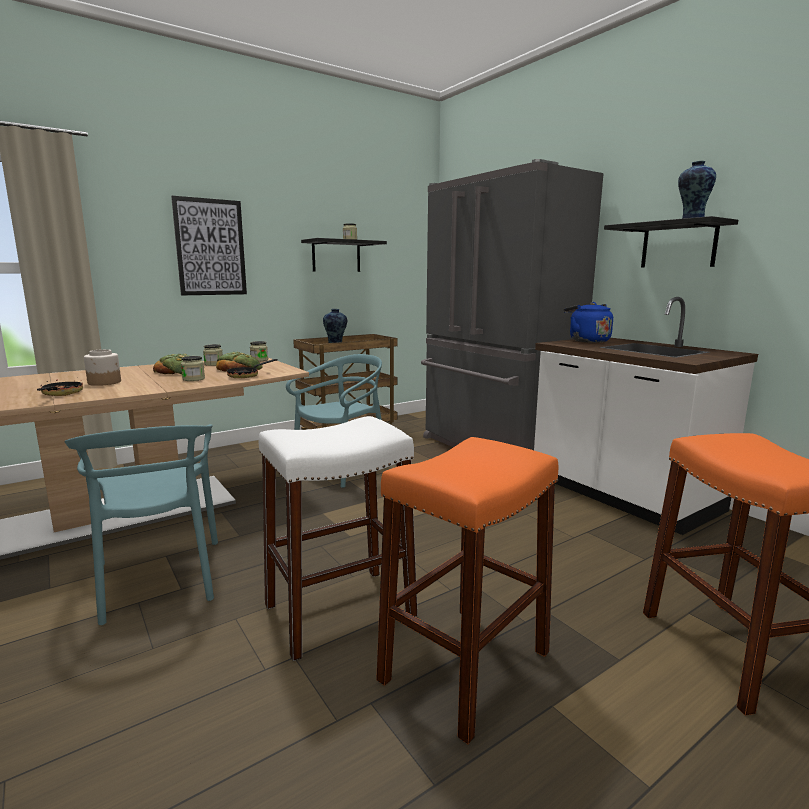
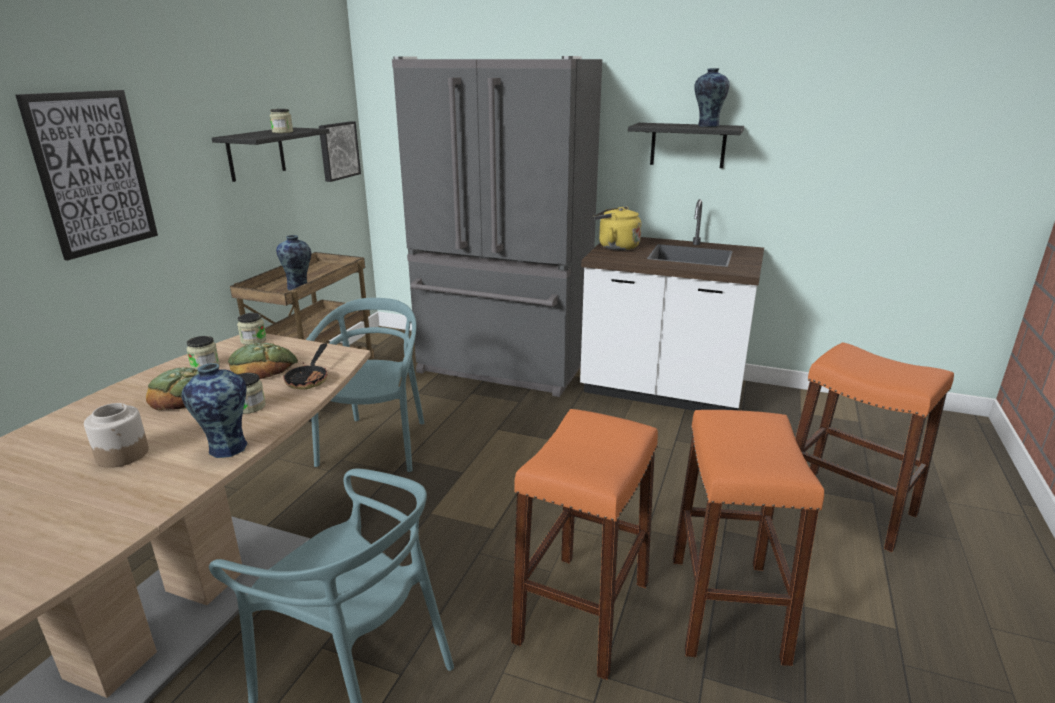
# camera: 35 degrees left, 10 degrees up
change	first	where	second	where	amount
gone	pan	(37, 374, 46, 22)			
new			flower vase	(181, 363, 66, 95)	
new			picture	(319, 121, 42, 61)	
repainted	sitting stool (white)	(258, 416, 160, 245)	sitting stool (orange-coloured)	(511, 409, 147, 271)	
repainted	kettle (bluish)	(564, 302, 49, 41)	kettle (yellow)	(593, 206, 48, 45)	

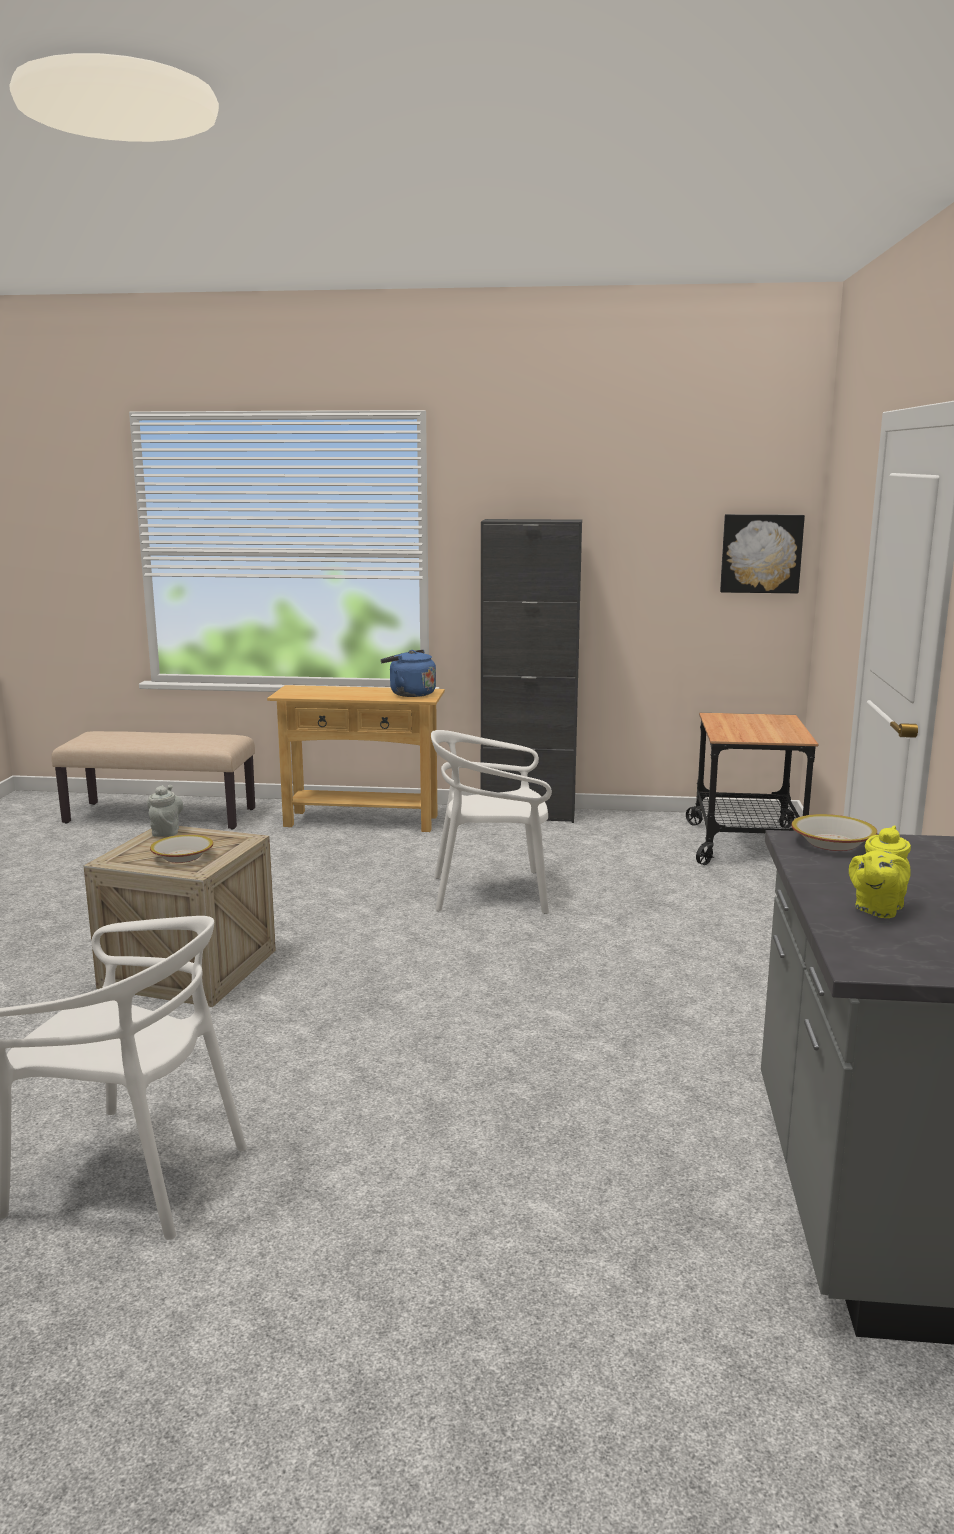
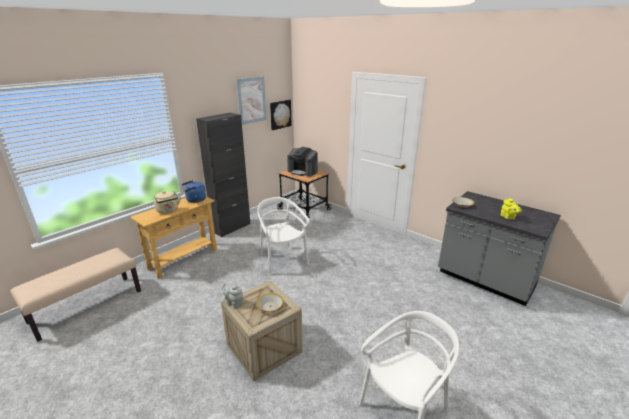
# camera: 55 degrees left, 10 degrees up
change	first	where	second	where	amount
new			kettle (beige-coloured)	(154, 191, 27, 23)	
new			picture	(236, 76, 30, 49)	
new			coffee brewer	(287, 147, 31, 30)	
rotated	plain chair (white)	(431, 730, 121, 184)		(257, 197, 53, 78)	120 degrees clockwise

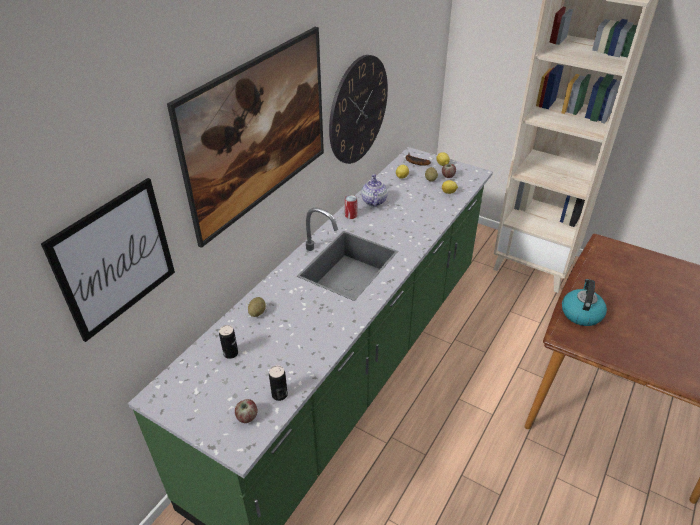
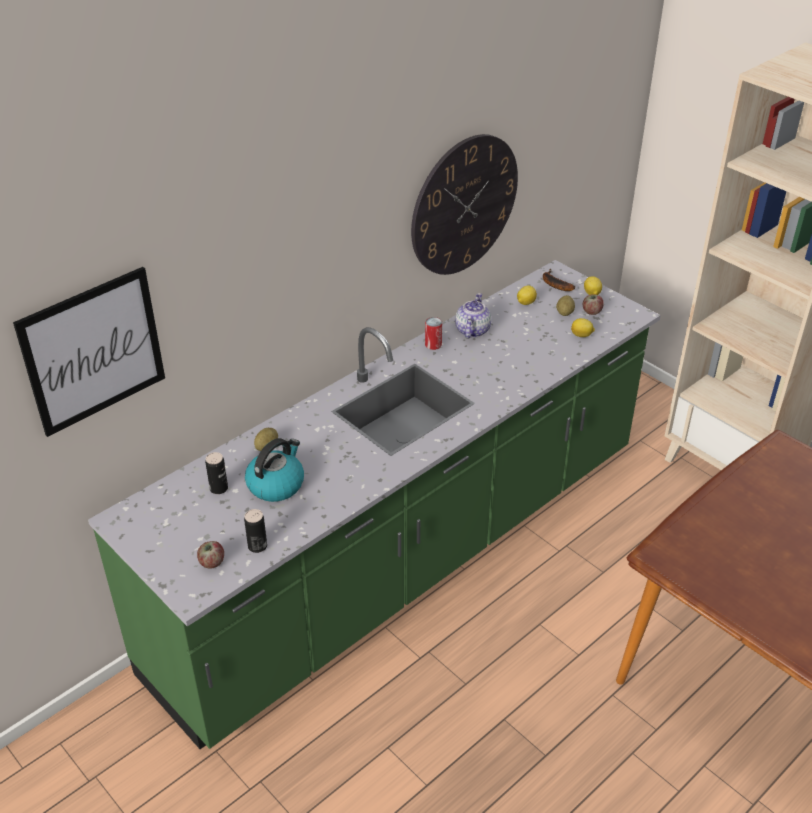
# camera: 15 degrees right, 0 degrees up
change	first	where	second	where	amount
gone	picture	(167, 27, 157, 221)			
shifted	kettle	(562, 279, 45, 47)		(245, 438, 59, 64)	

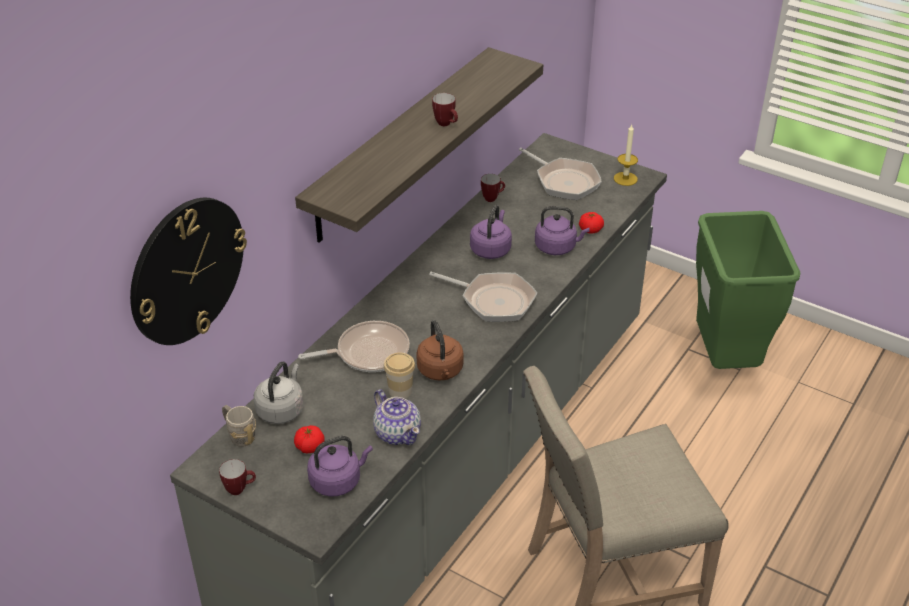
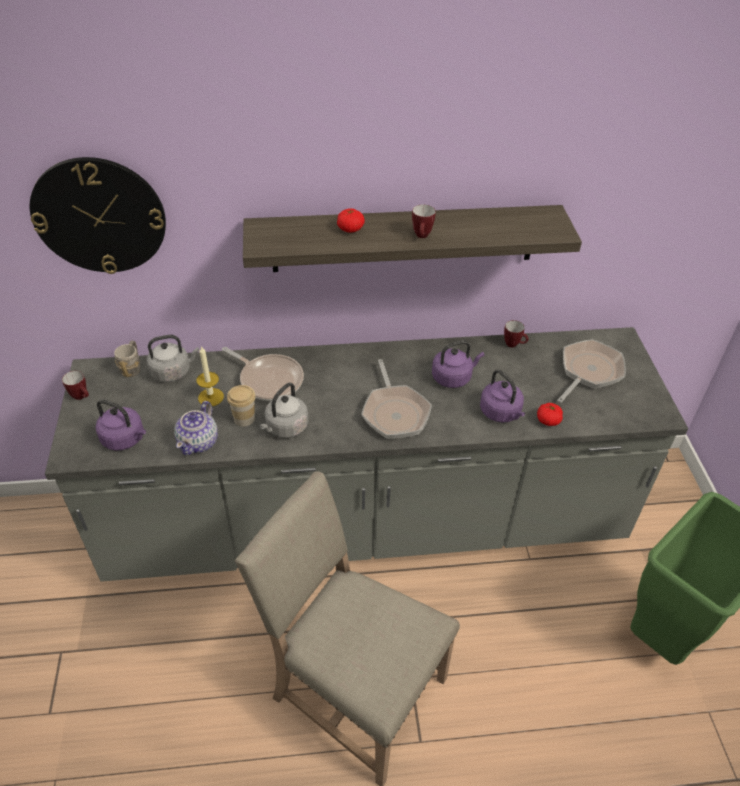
# camera: 50 degrees right, 5 degrees up
change	first	where	second	where	amount
shifted	whole tomato	(294, 425, 30, 28)		(337, 209, 28, 24)	
shifted	candle	(614, 125, 24, 61)		(197, 346, 27, 61)	
repainted	kettle (brown-coloured)	(416, 320, 48, 61)	kettle (greyish)	(259, 383, 50, 55)	
rotated	pan	(519, 148, 83, 52)		(557, 339, 69, 64)	150 degrees counterclockwise

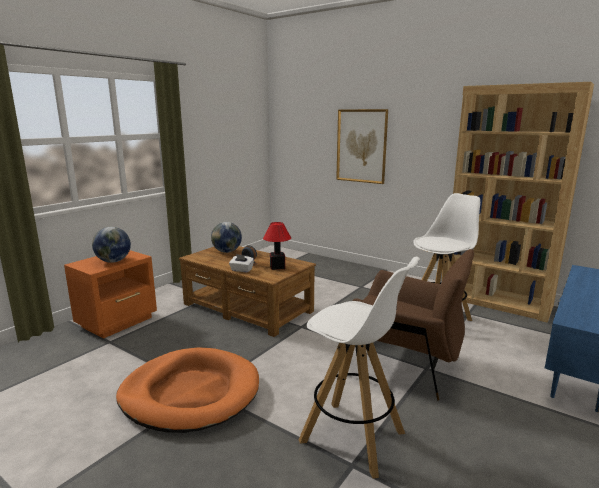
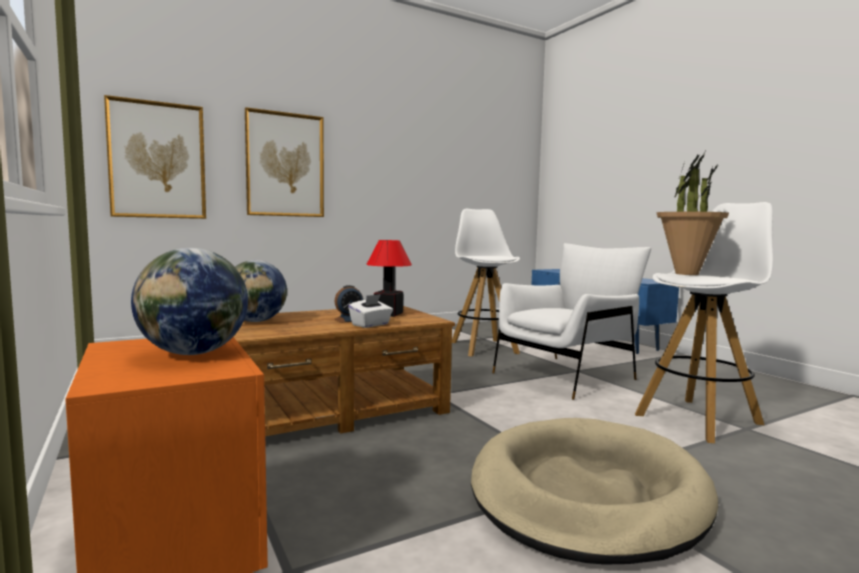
# camera: 65 degrees left, 10 degrees down
change	first	where	second	where	amount
gone	bookcase (brown-coloured)	(447, 82, 147, 241)			
new			picture	(104, 95, 102, 124)	
new			potted plant	(656, 152, 73, 123)	
repainted	dog cushion (orange-coloured)	(116, 347, 143, 86)	dog cushion (beige-coloured)	(471, 418, 247, 147)	
repainted	armchair (brown-coloured)	(352, 249, 122, 152)	armchair (white)	(492, 243, 159, 157)	

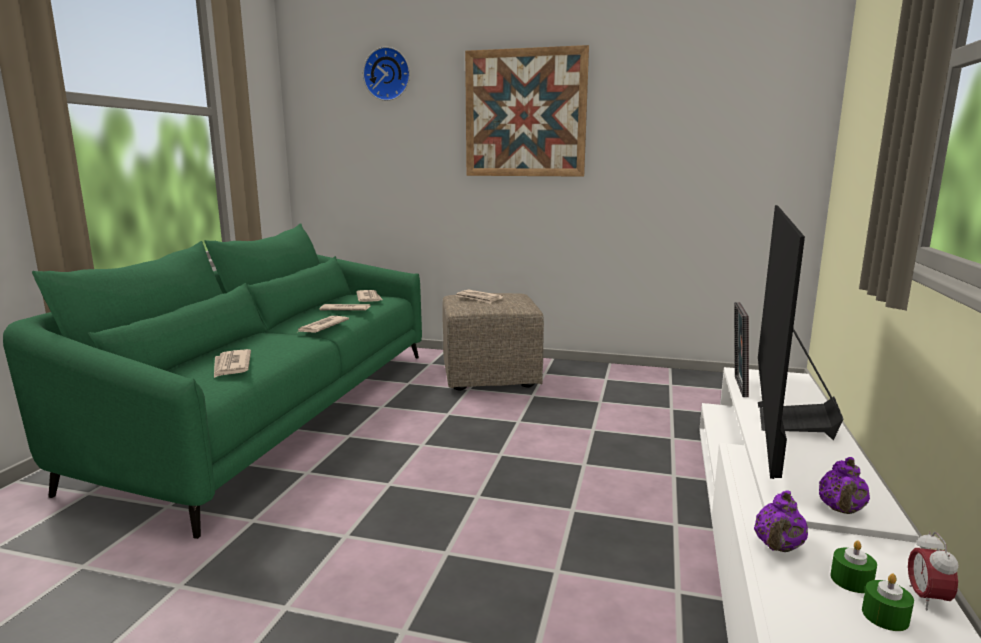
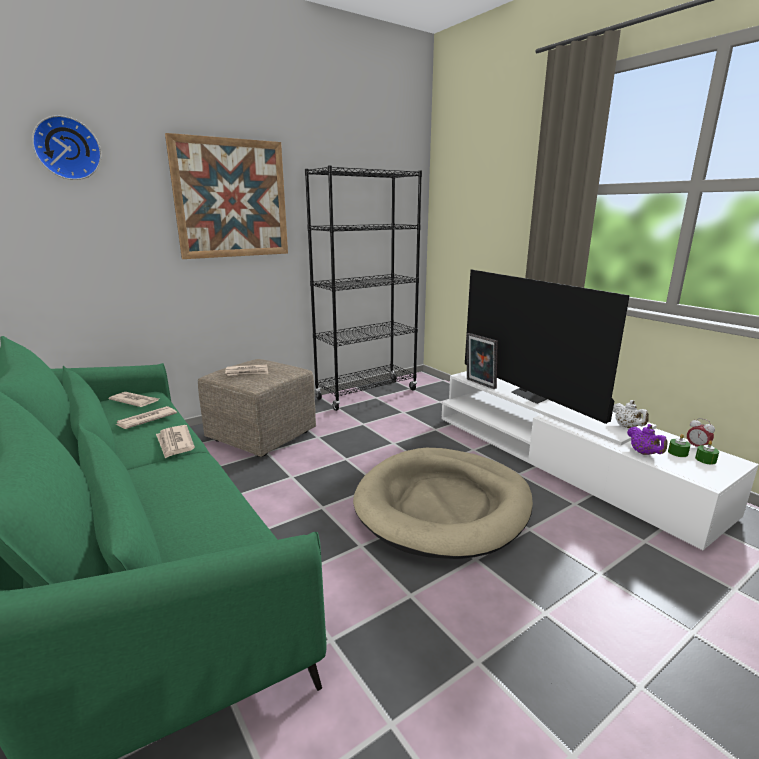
# camera: 50 degrees left, 5 degrees up
change	first	where	second	where	amount
gone	daily paper	(214, 349, 37, 29)			
new			bookcase (black)	(305, 166, 117, 245)	
new			dog cushion (beige-coloured)	(353, 448, 180, 111)	
repainted	pot for tea (purple-coloured)	(819, 457, 51, 57)	pot for tea (white)	(613, 400, 36, 28)	

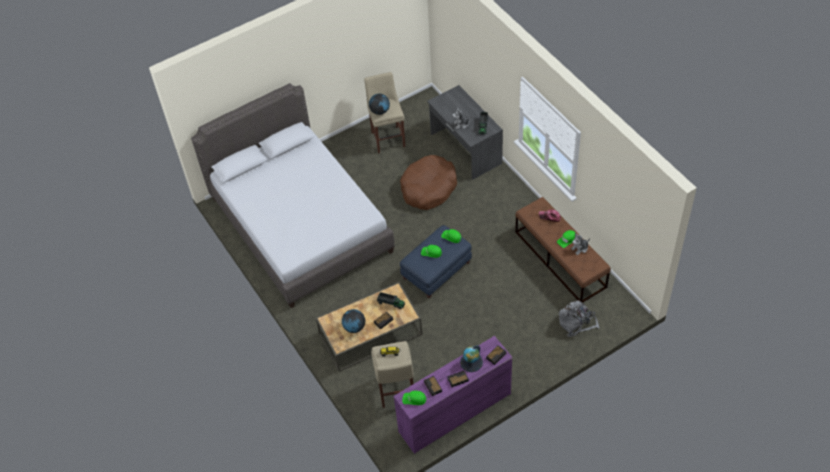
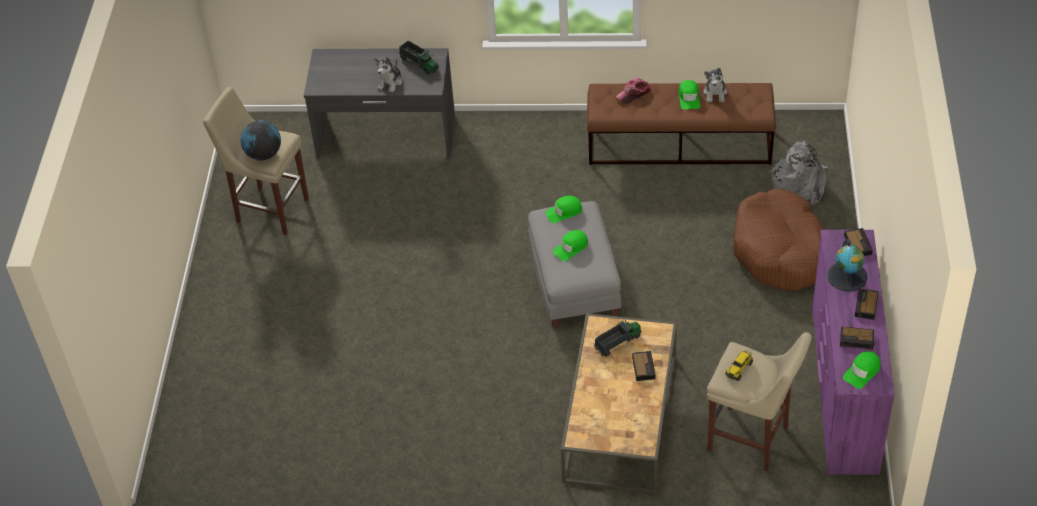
# camera: 55 degrees left, 5 degrees down
change	first	where	second	where	amount
gone	bed (greyish)	(191, 83, 204, 225)			
gone	desk globe	(342, 309, 23, 24)			
shifted	dog cushion (brown-coloured)	(400, 155, 57, 55)		(733, 189, 92, 102)	
repainted	ottoman (bluish)	(400, 225, 72, 73)	ottoman (greyish)	(528, 201, 93, 126)	

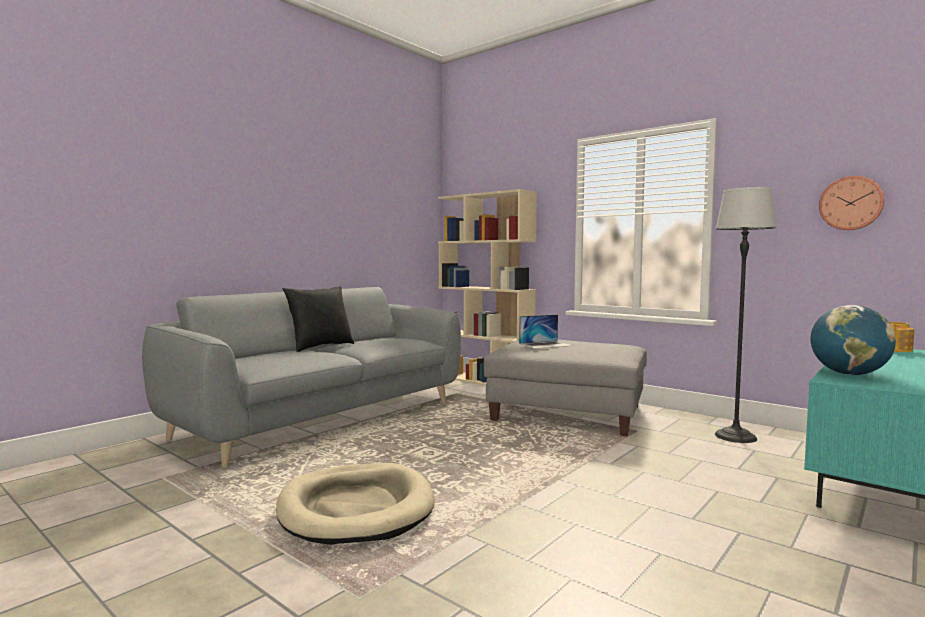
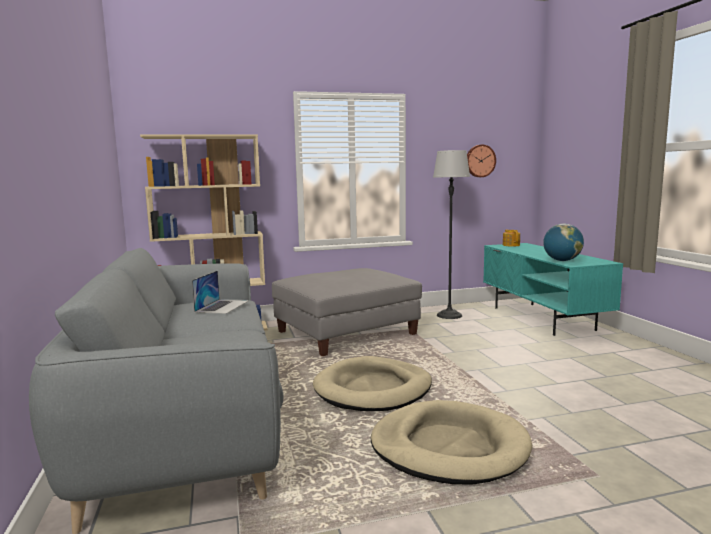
# camera: 55 degrees left, 5 degrees up
change	first	where	second	where	amount
gone	pillow (black)	(283, 286, 71, 66)			
new			dog cushion (beige-coloured)	(313, 356, 119, 55)	
shifted	notebook computer	(519, 315, 54, 34)		(192, 271, 56, 43)	

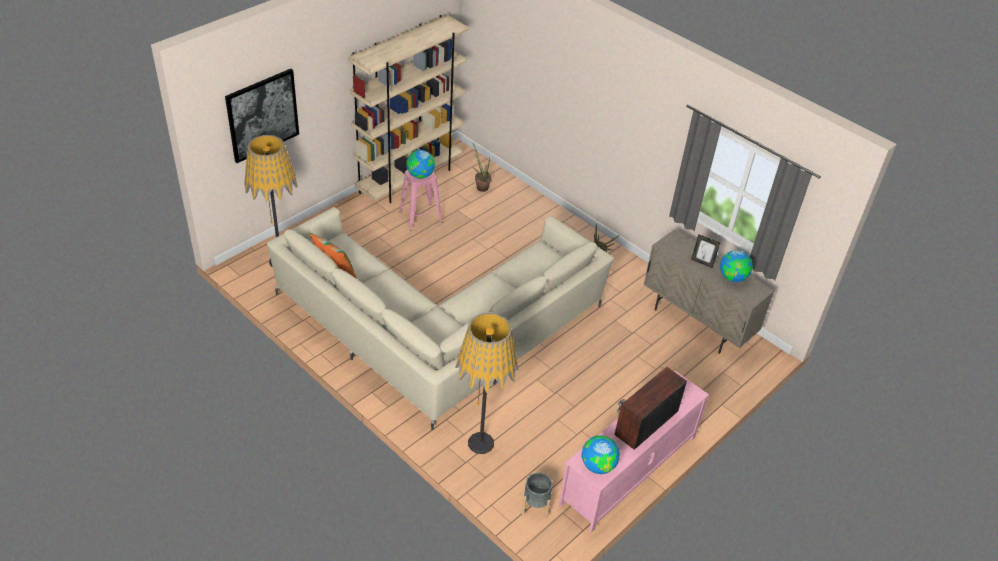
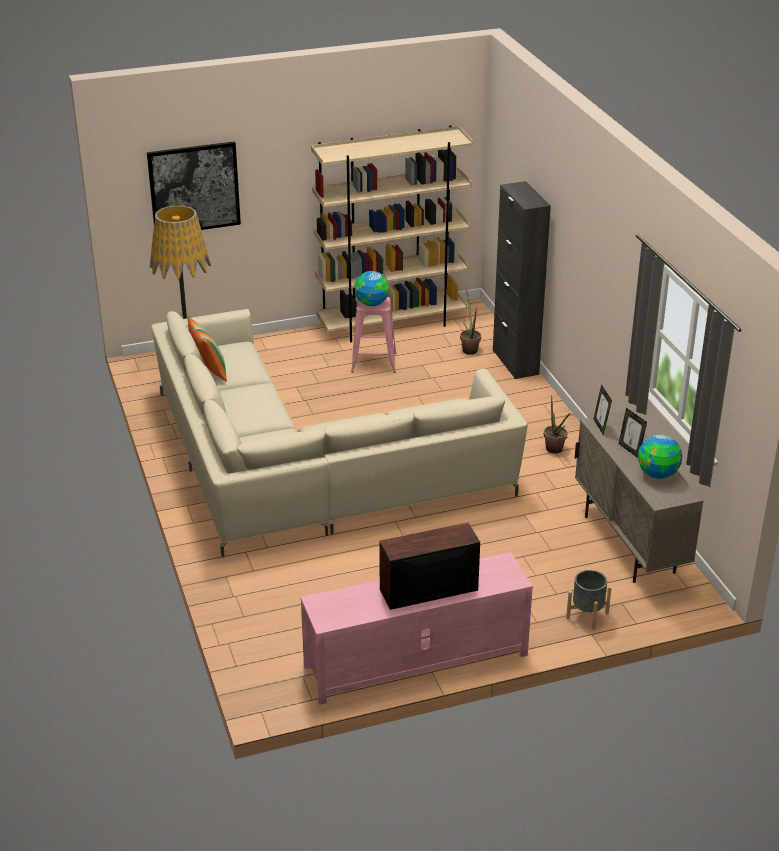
# camera: 30 degrees right, 10 degrees down
change	first	where	second	where	amount
gone	floor lamp	(455, 313, 63, 141)			
gone	desk globe	(582, 435, 38, 39)			
new			cabinet (black)	(493, 181, 58, 198)	
new			photo frame	(593, 384, 19, 52)	
shifted	planter (greyish)	(522, 472, 31, 46)		(566, 570, 46, 60)	

